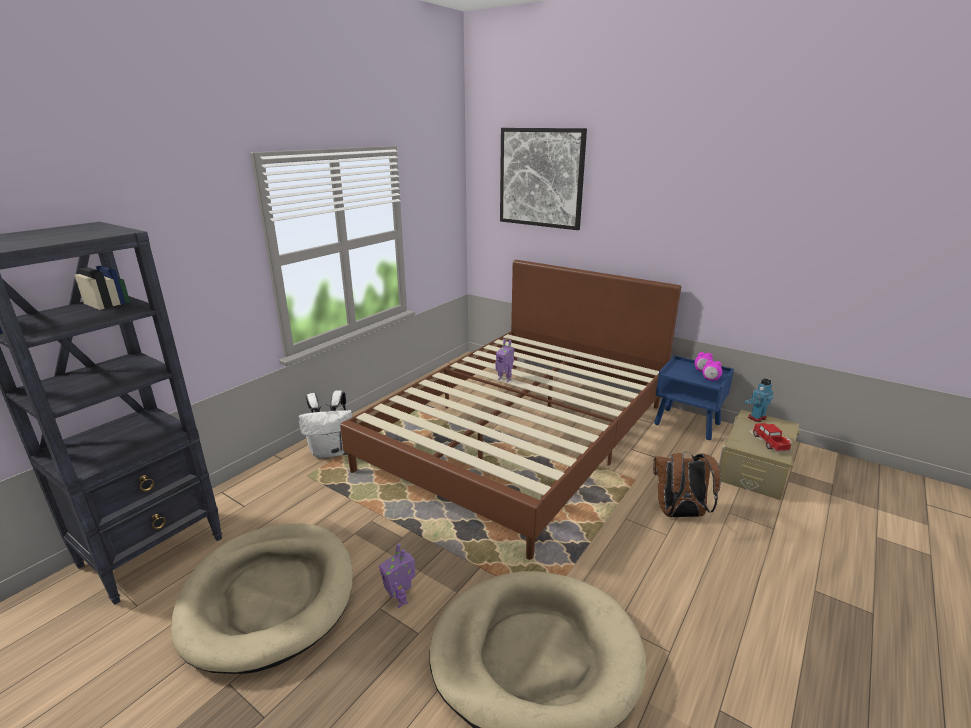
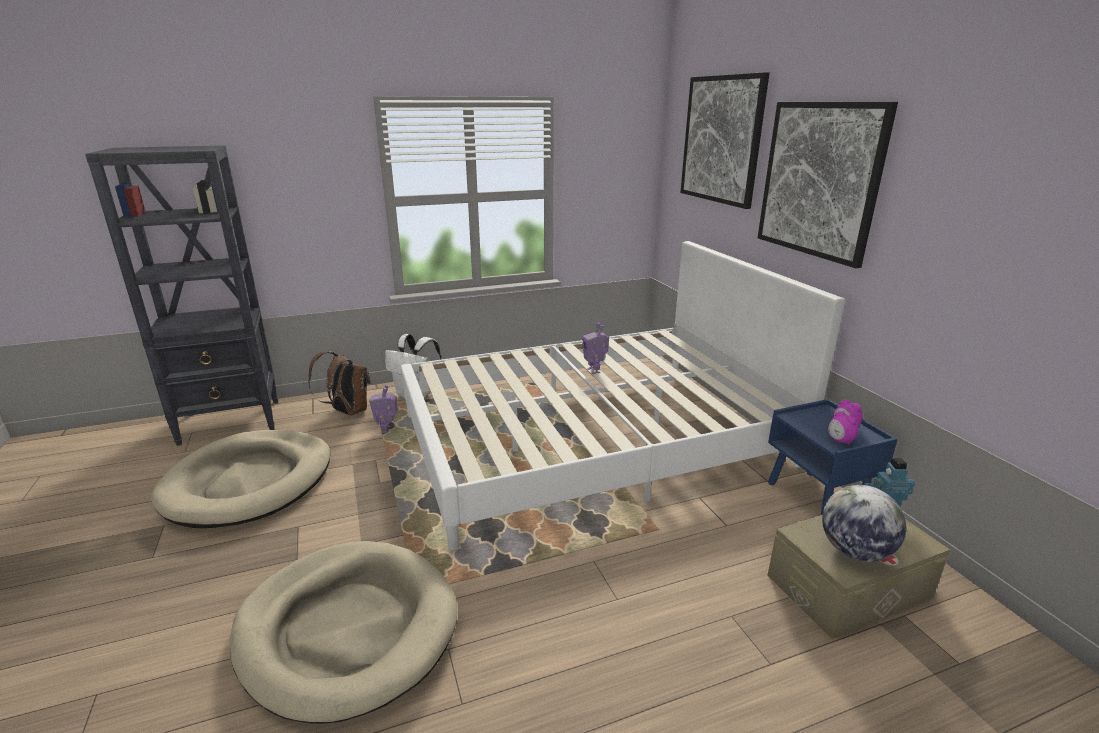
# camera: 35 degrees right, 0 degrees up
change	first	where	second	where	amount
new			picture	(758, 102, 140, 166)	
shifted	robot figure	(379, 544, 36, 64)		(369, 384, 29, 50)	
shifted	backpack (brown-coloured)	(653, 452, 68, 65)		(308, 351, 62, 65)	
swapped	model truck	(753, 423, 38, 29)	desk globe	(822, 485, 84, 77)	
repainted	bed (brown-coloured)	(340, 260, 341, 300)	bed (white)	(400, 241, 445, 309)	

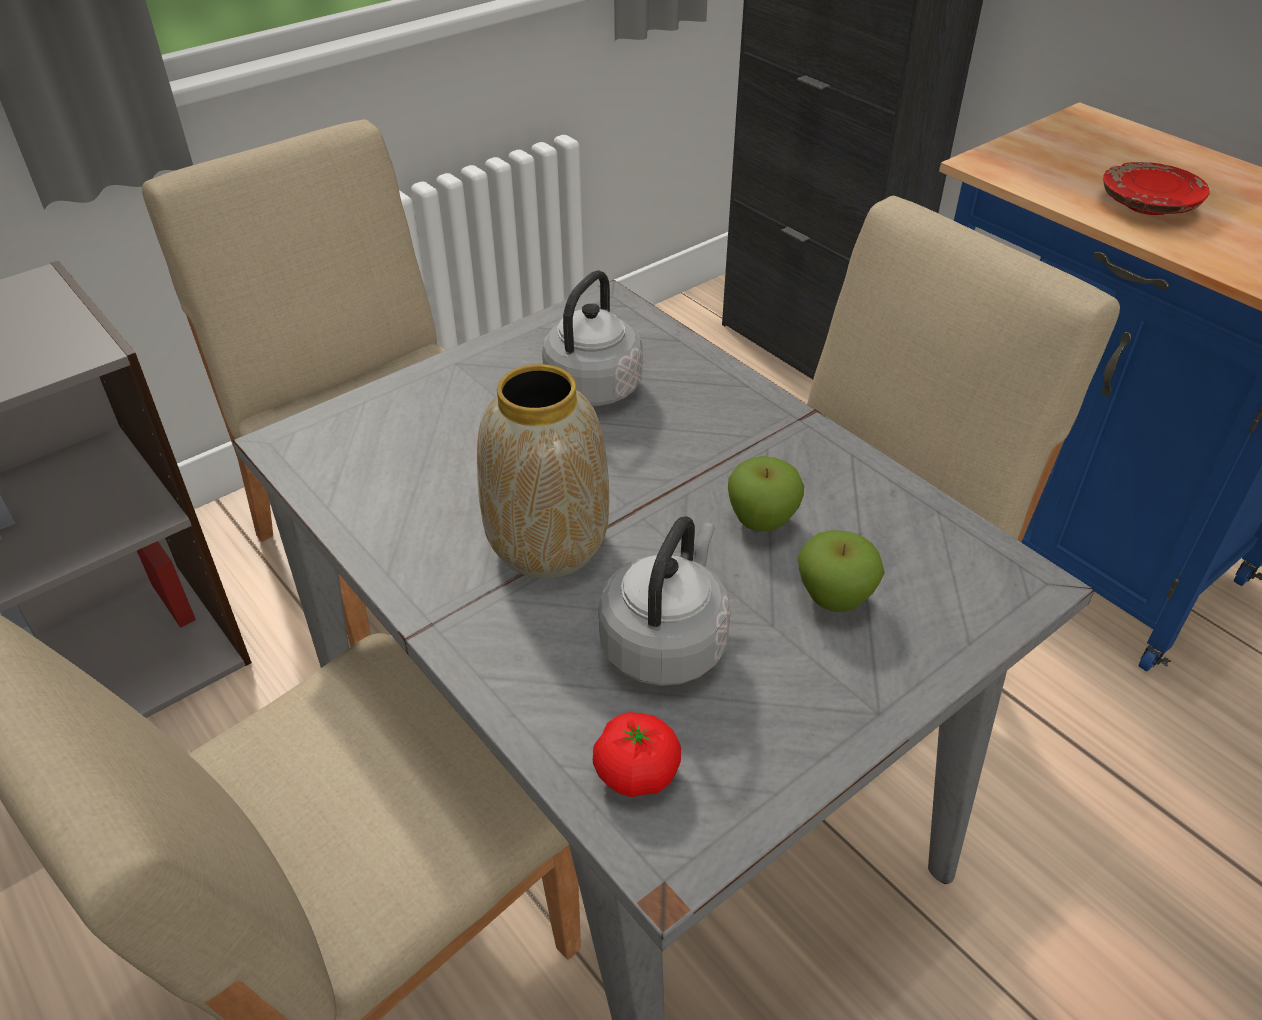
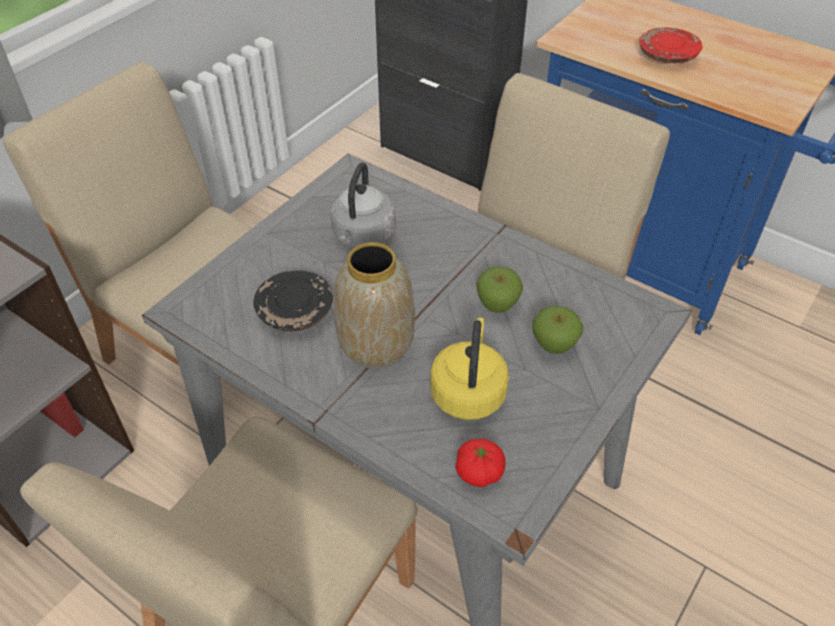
# camera: 15 degrees left, 5 degrees up
change	first	where	second	where	amount
new			flat dish (black)	(253, 270, 80, 62)	
repainted	kettle (greyish)	(598, 516, 133, 170)	kettle (yellow)	(430, 318, 79, 102)	

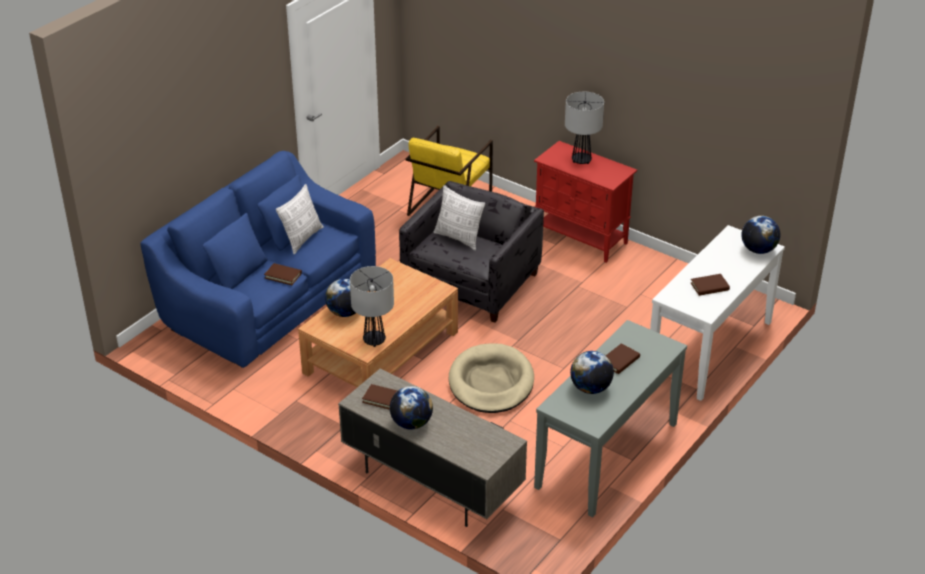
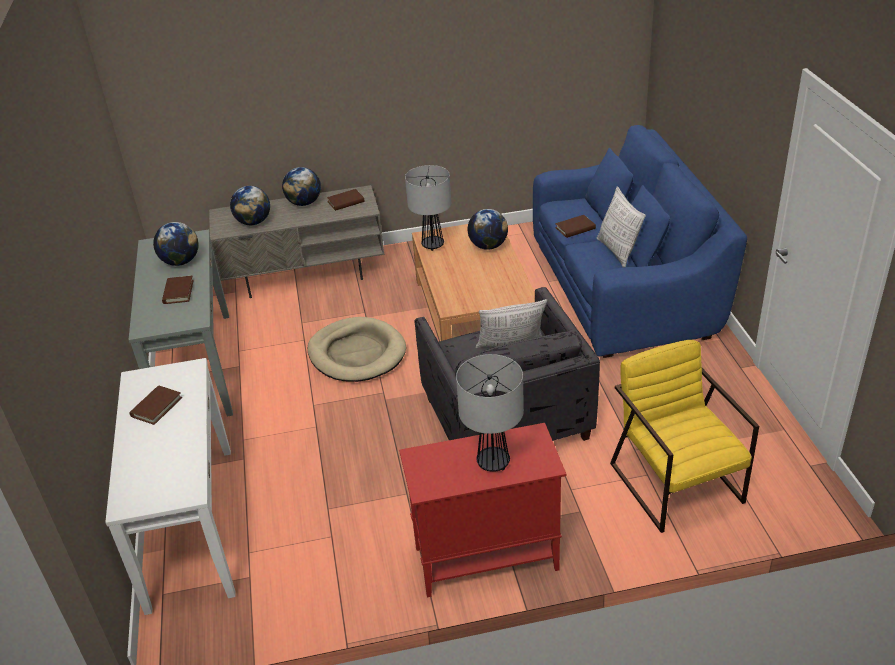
# camera: 135 degrees right, 0 degrees up
change	first	where	second	where	amount
shifted	desk globe	(741, 216, 39, 38)		(230, 186, 40, 39)	

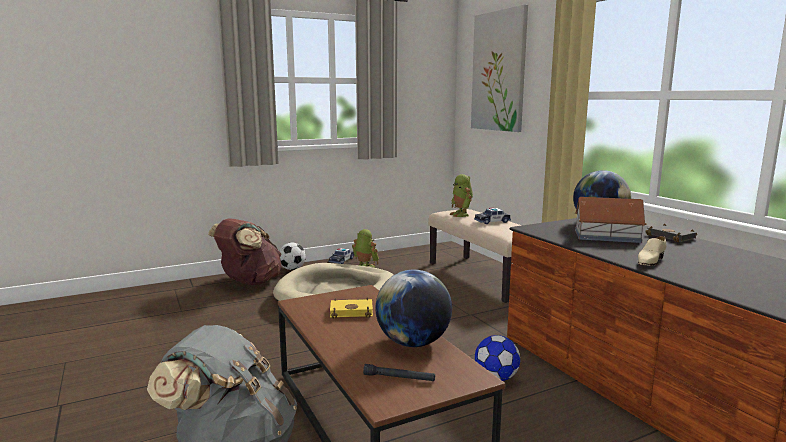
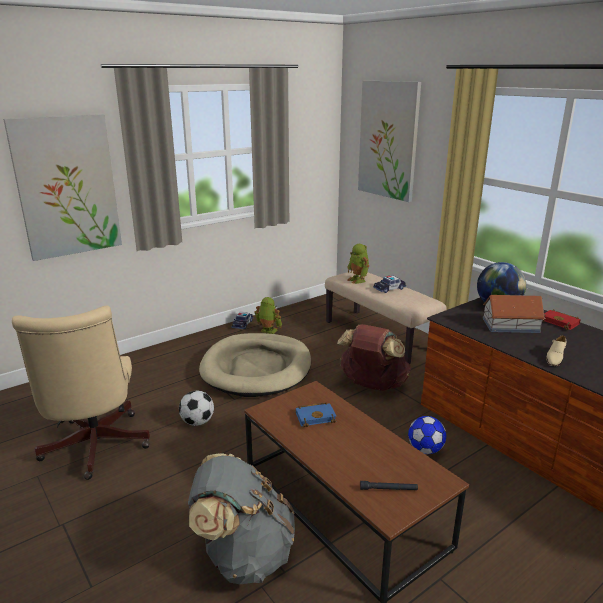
# camera: 10 degrees left, 10 degrees up
change	first	where	second	where	amount
gone	desk globe	(375, 270, 77, 77)			
new			picture	(3, 114, 119, 147)	
new			computer chair (beige-coloured)	(12, 306, 138, 174)	
shifted	backpack (brown-coloured)	(208, 218, 74, 67)		(337, 324, 74, 67)	
shifted	football	(279, 242, 27, 28)		(179, 391, 35, 35)	
repainted	bound book (yellow)	(330, 297, 43, 21)	bound book (bluish)	(296, 402, 41, 25)	
repainted	bound book (black)	(645, 223, 52, 19)	bound book (reddish)	(542, 309, 39, 21)	

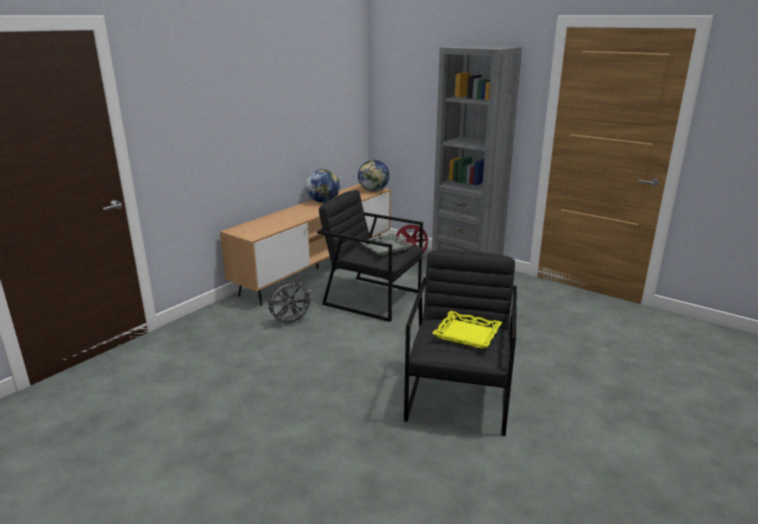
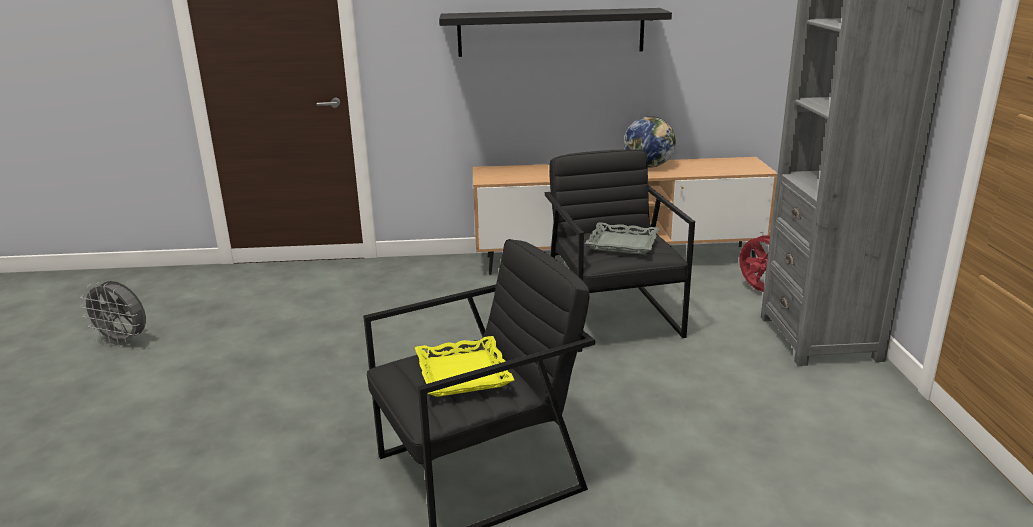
# camera: 50 degrees right, 0 degrees up
change	first	where	second	where	amount
gone	desk globe	(358, 160, 31, 32)			
new			bracket shelf (black)	(439, 8, 233, 49)	
shifted	fan (greyish)	(268, 281, 46, 45)		(80, 281, 66, 66)	

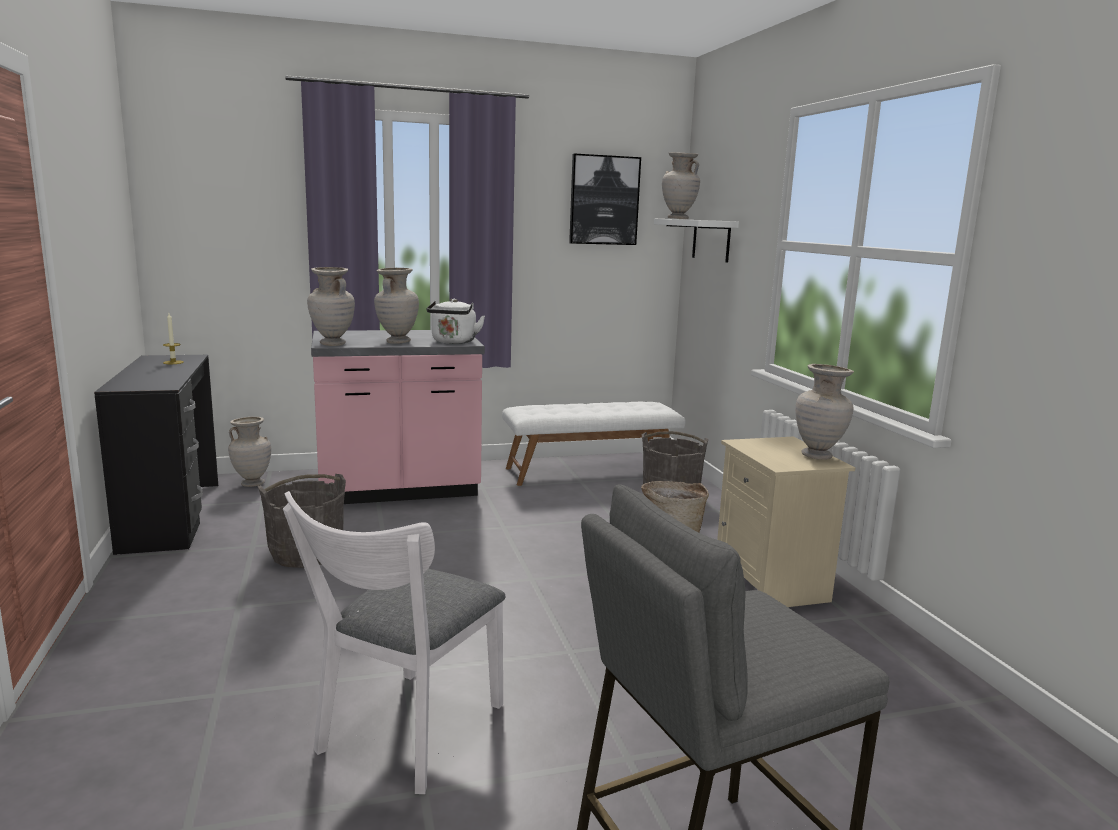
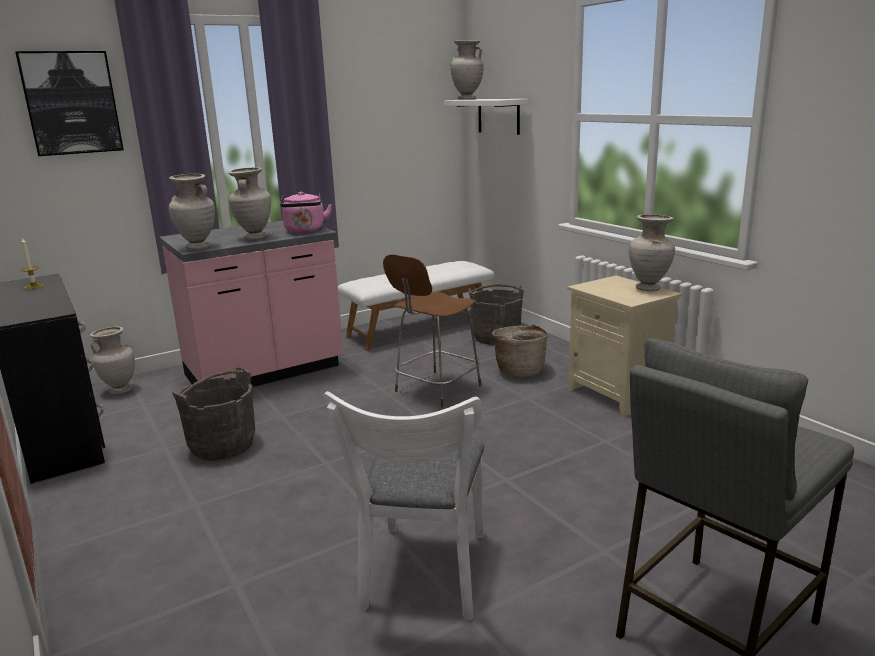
# camera: 15 degrees left, 5 degrees up
change	first	where	second	where	amount
new			plain chair (brown-coloured)	(383, 254, 98, 154)	
shifted	picture	(569, 154, 72, 91)		(15, 51, 109, 105)	
repainted	kettle (white)	(427, 299, 58, 45)	kettle (pinkish)	(280, 192, 52, 42)	

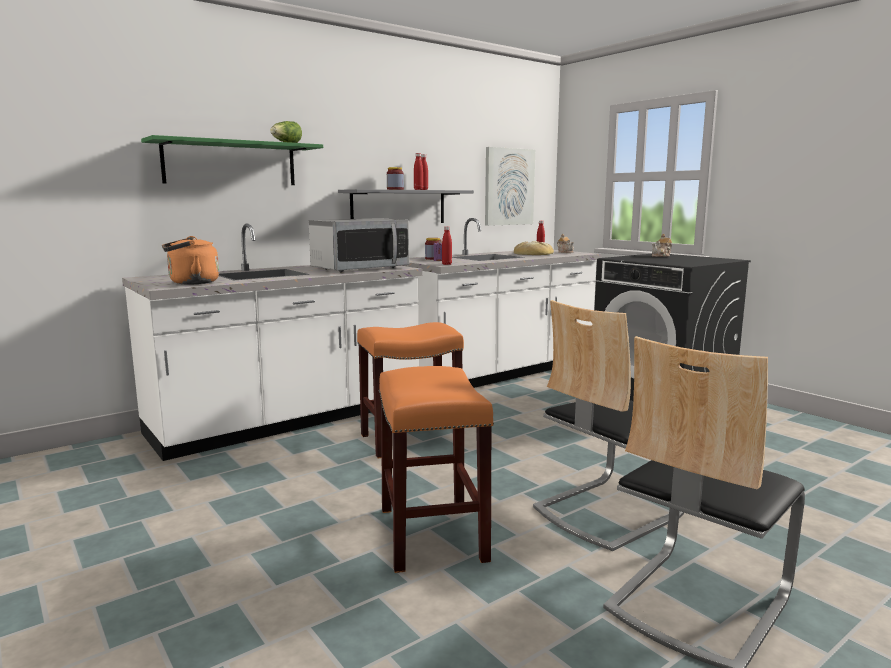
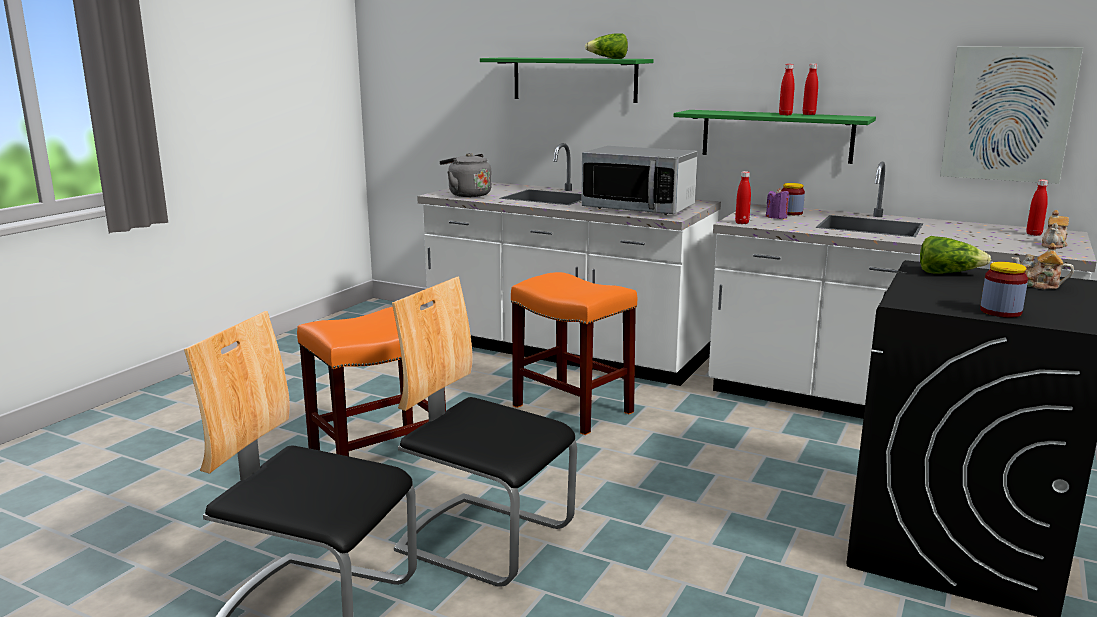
# camera: 65 degrees right, 5 degrees up
change	first	where	second	where	amount
gone	bakery bread	(514, 241, 40, 14)			
new			lettuce	(920, 236, 71, 38)	
shifted	preserve jar	(387, 167, 17, 23)		(980, 262, 48, 55)	
repainted	kettle (orange-coloured)	(162, 236, 57, 49)	kettle (greyish)	(439, 153, 53, 44)	
repainted	bracket shelf (greyish)	(338, 189, 136, 34)	bracket shelf (green-coloured)	(674, 110, 202, 54)	

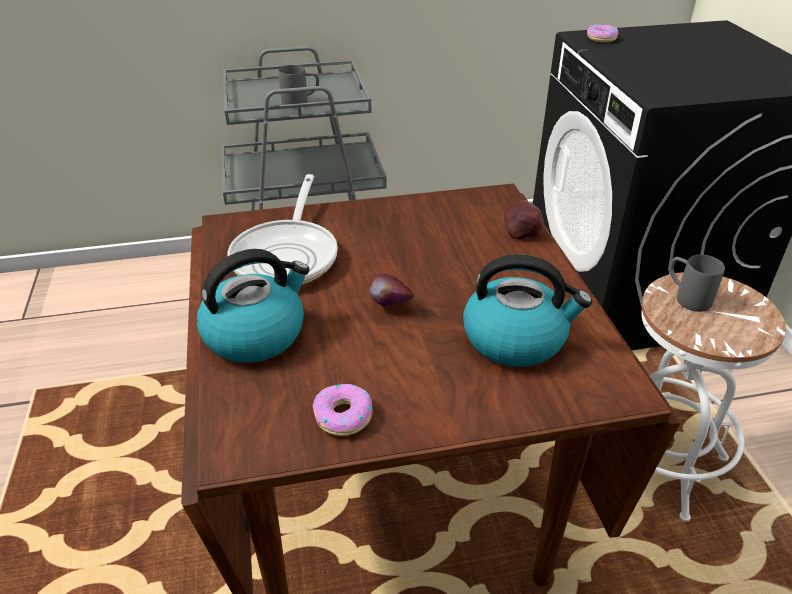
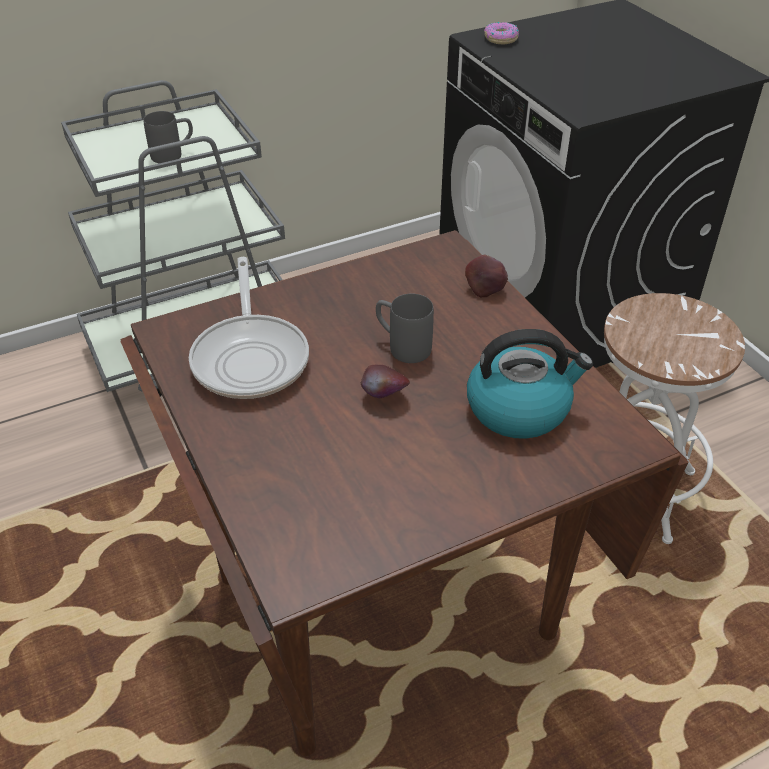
# camera: 15 degrees left, 5 degrees up
change	first	where	second	where	amount
gone	kettle	(197, 249, 113, 114)			
gone	donut	(313, 384, 60, 52)			
shifted	coffee mug (greyish)	(669, 254, 56, 58)		(376, 294, 58, 69)	

